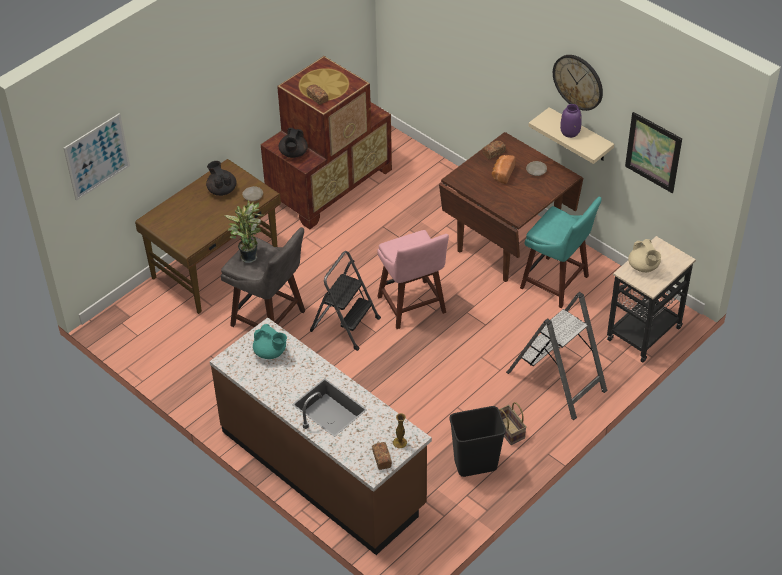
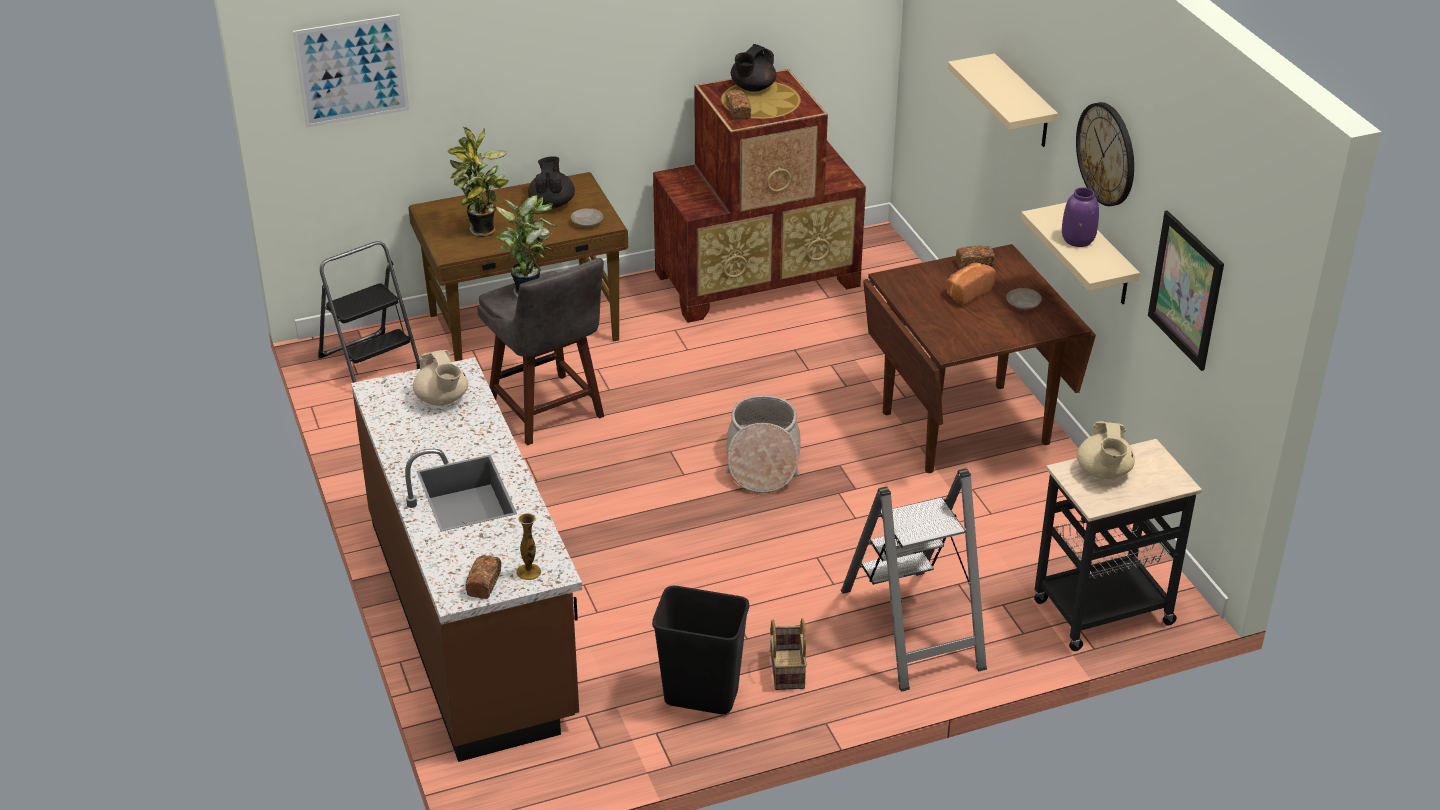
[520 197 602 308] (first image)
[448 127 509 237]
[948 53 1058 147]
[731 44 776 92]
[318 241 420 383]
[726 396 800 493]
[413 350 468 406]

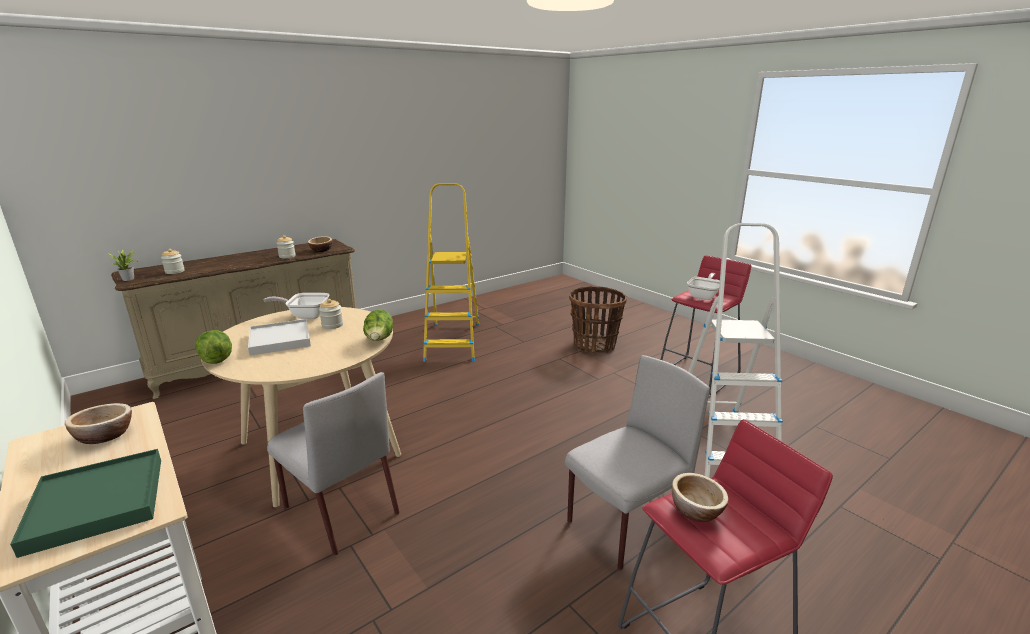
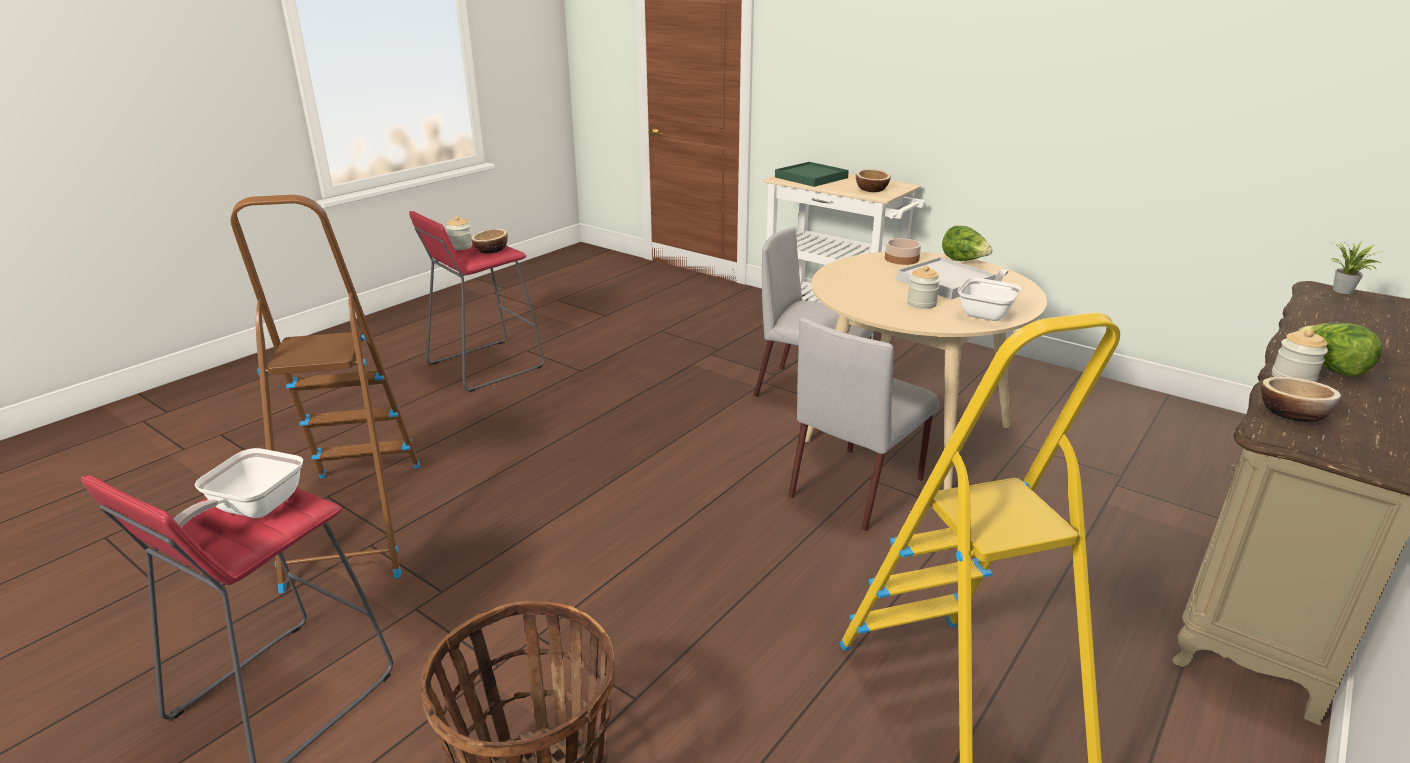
[885 238 921 265]
[446 216 472 250]
[1298 323 1383 377]
[789 318 939 531]
[231 195 420 593]
[958 269 1022 321]

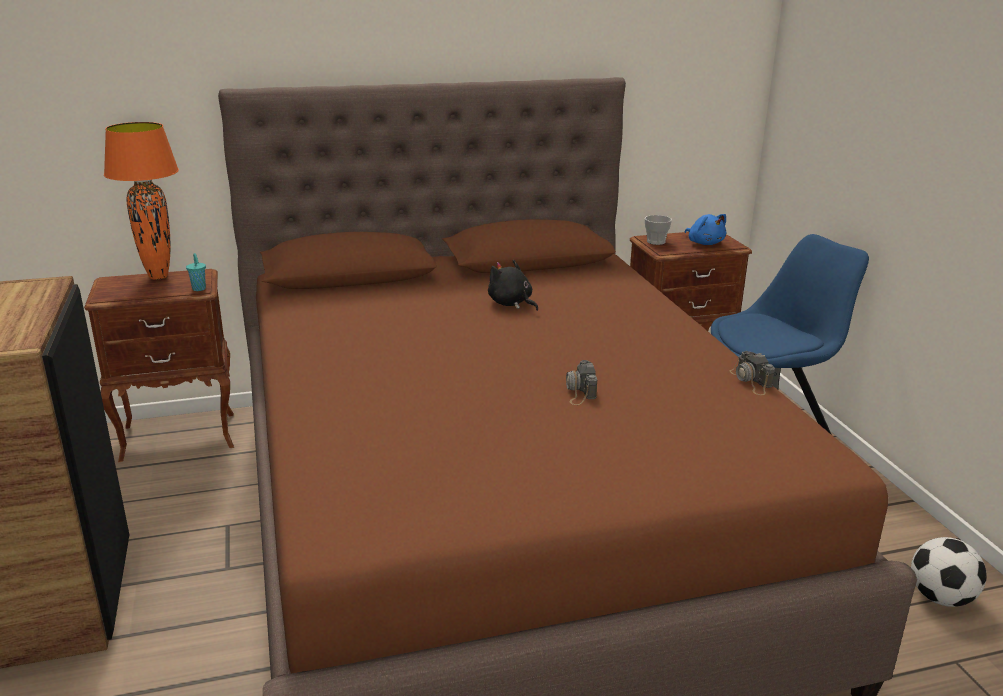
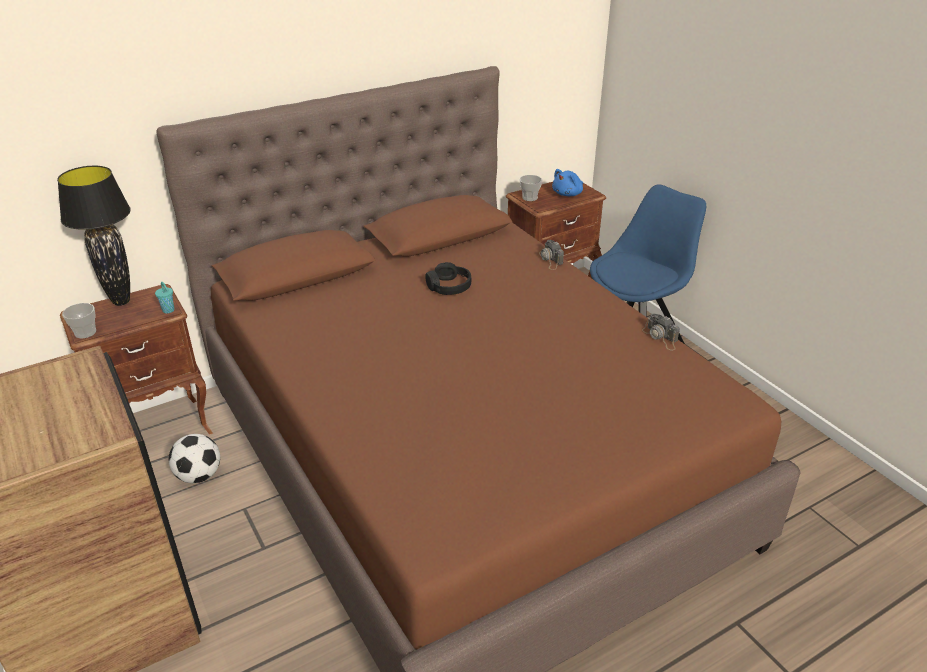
[62 303 96 338]
[539 240 564 270]
[169 434 220 483]
[425 262 471 295]
[57 166 131 306]
[552 169 583 196]

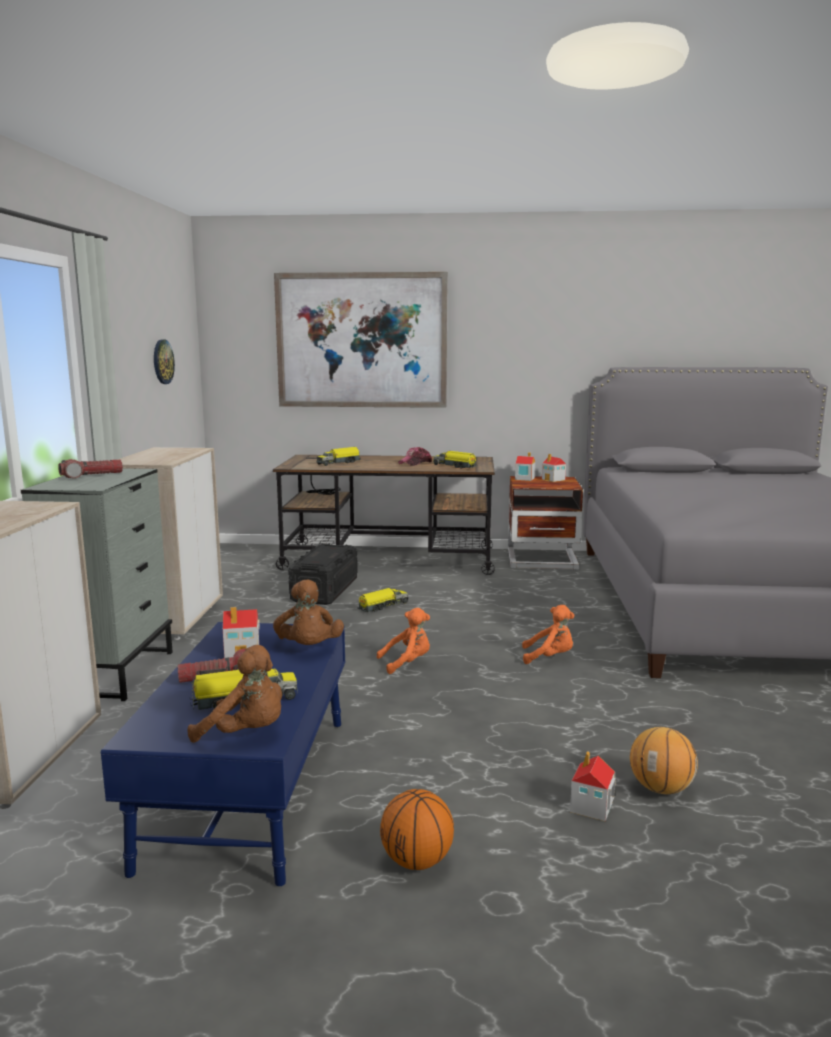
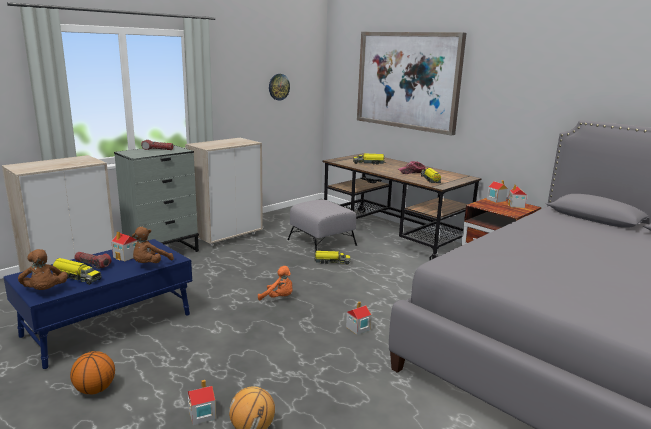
[287 200 357 251]
[346 302 371 335]

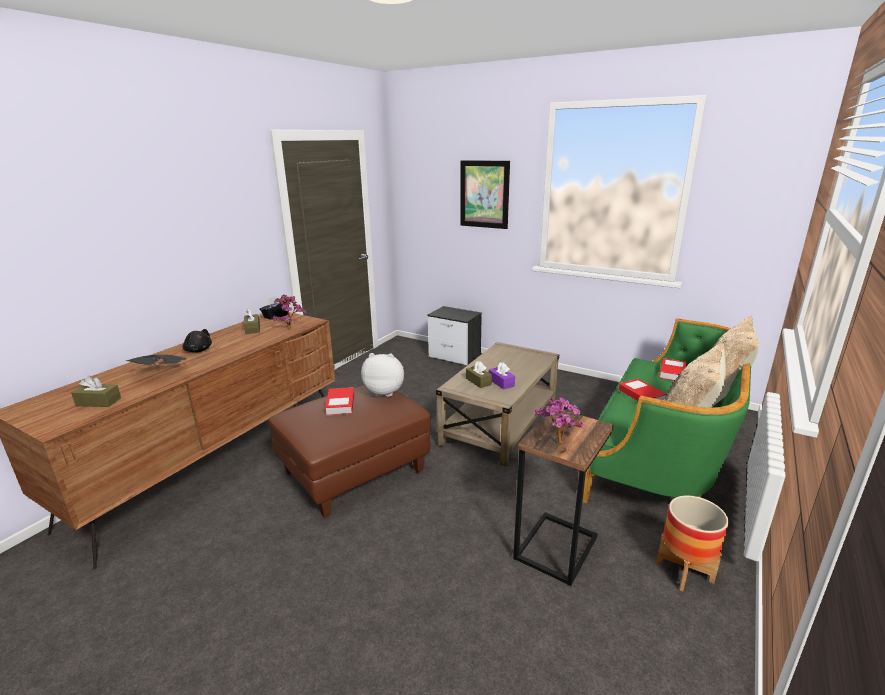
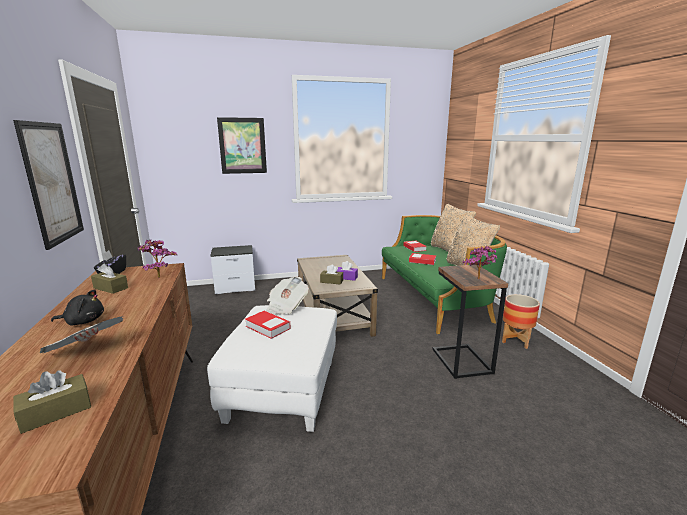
[13 120 84 250]
[266 276 309 315]
[207 305 337 432]

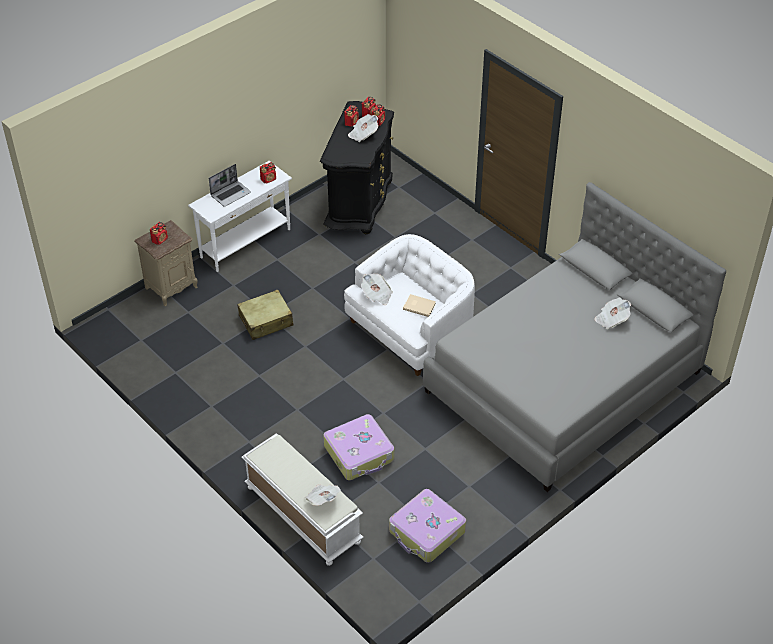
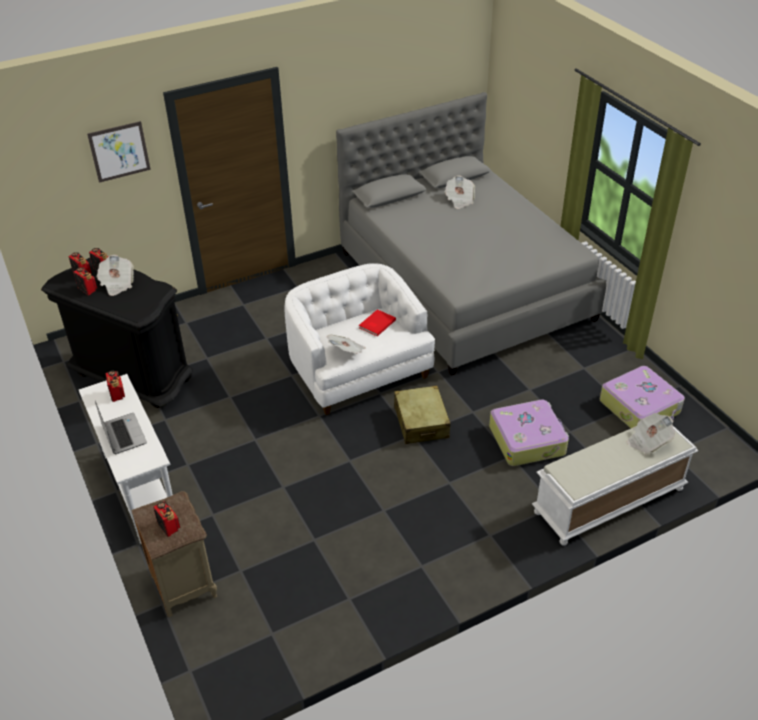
[87 121 151 183]
[394 385 451 444]
[359 309 396 336]

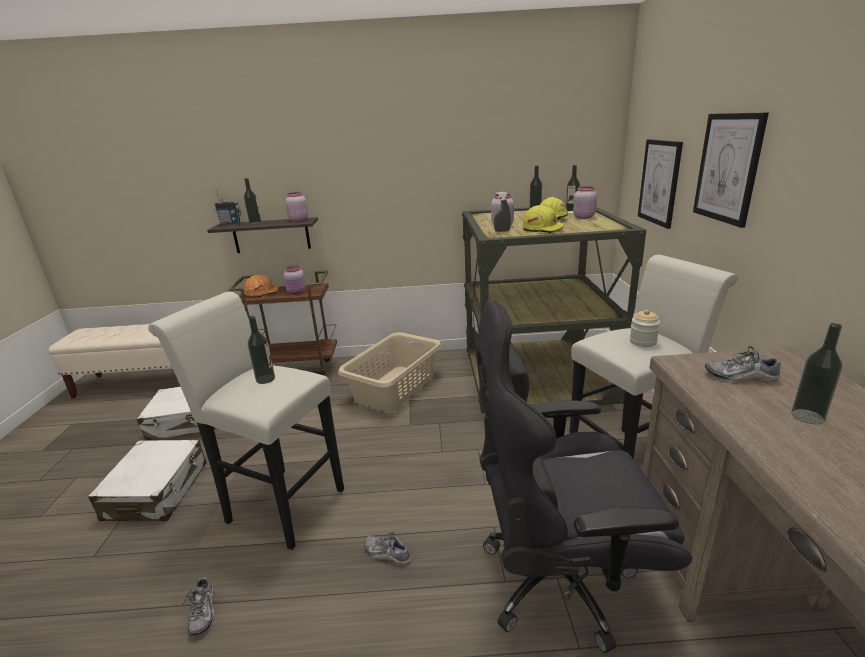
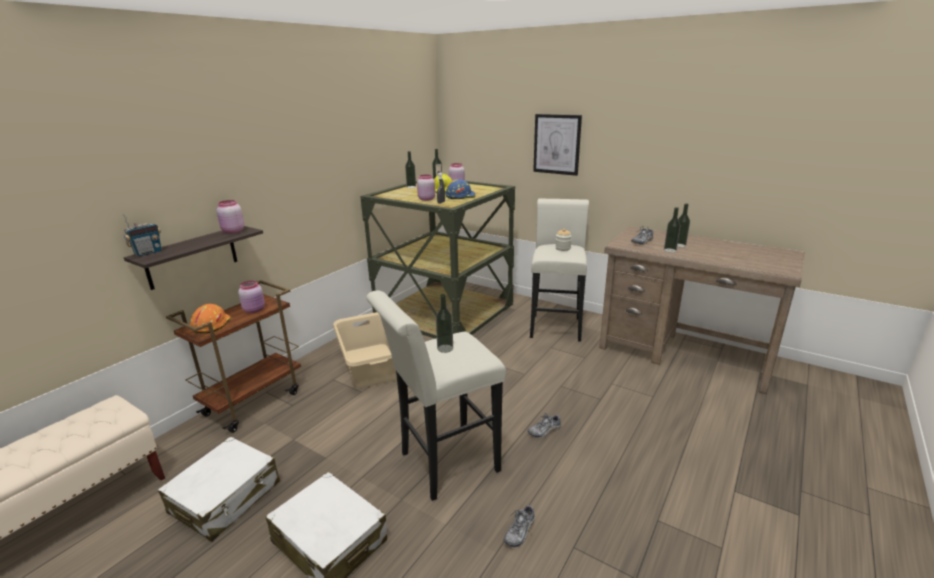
[476 300 692 653] (first image)
[638 139 683 229] (first image)
[664 207 680 252]
[445 179 476 200]
[503 505 535 547]

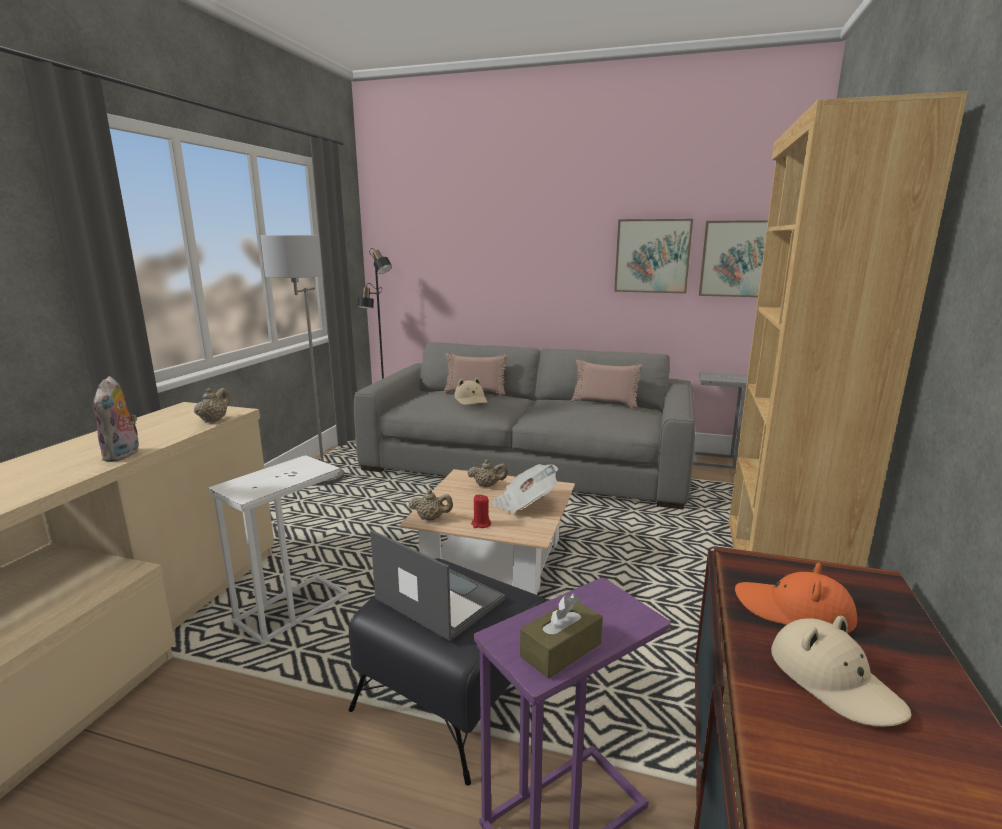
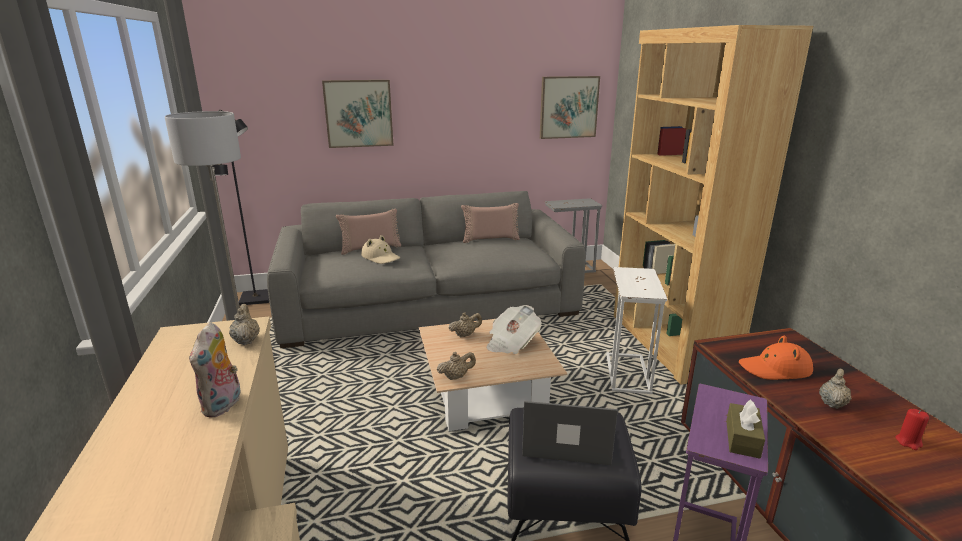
[606 267 667 394]
[895 409 929 450]
[322 80 394 148]
[819 369 851 409]
[189 322 242 417]

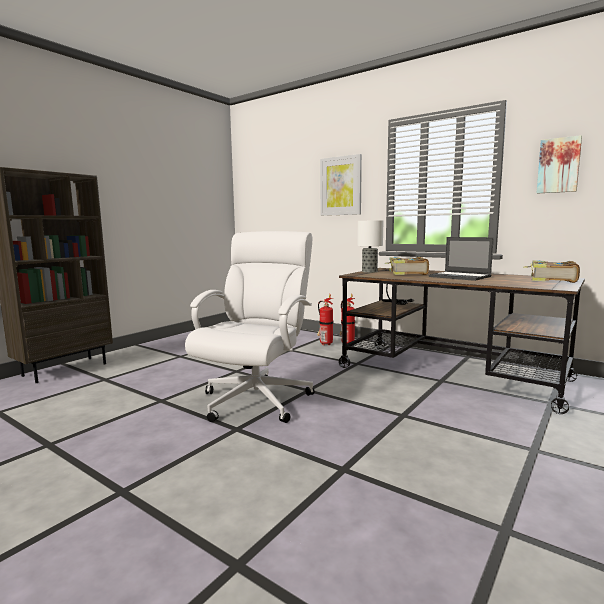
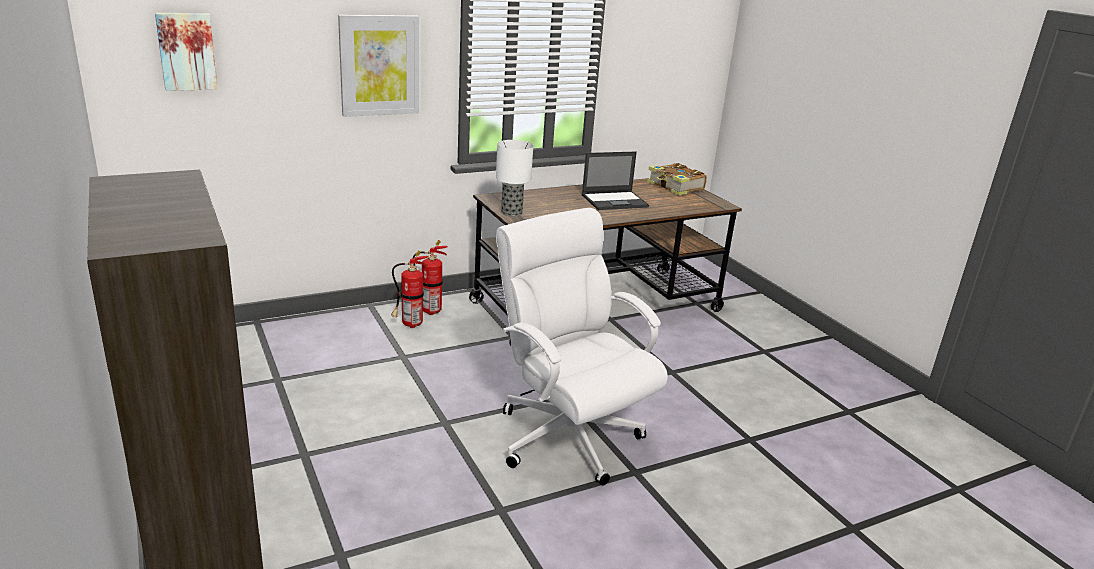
[385 257 429 275] (first image)
[155 13 218 91]

